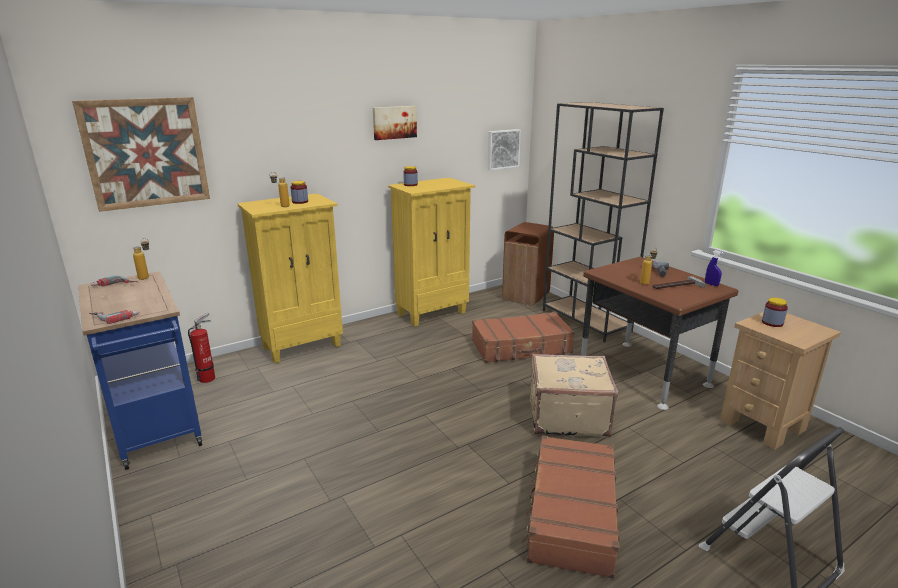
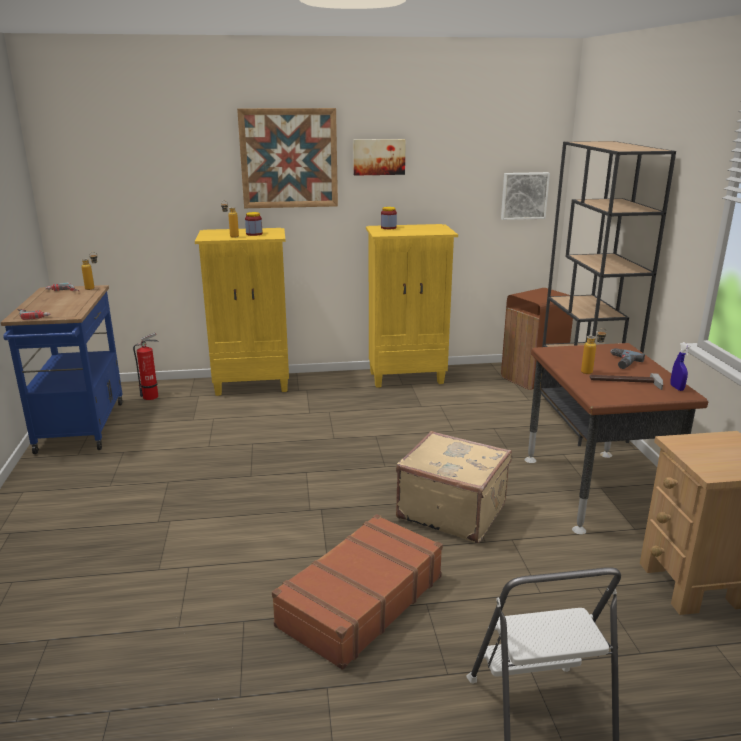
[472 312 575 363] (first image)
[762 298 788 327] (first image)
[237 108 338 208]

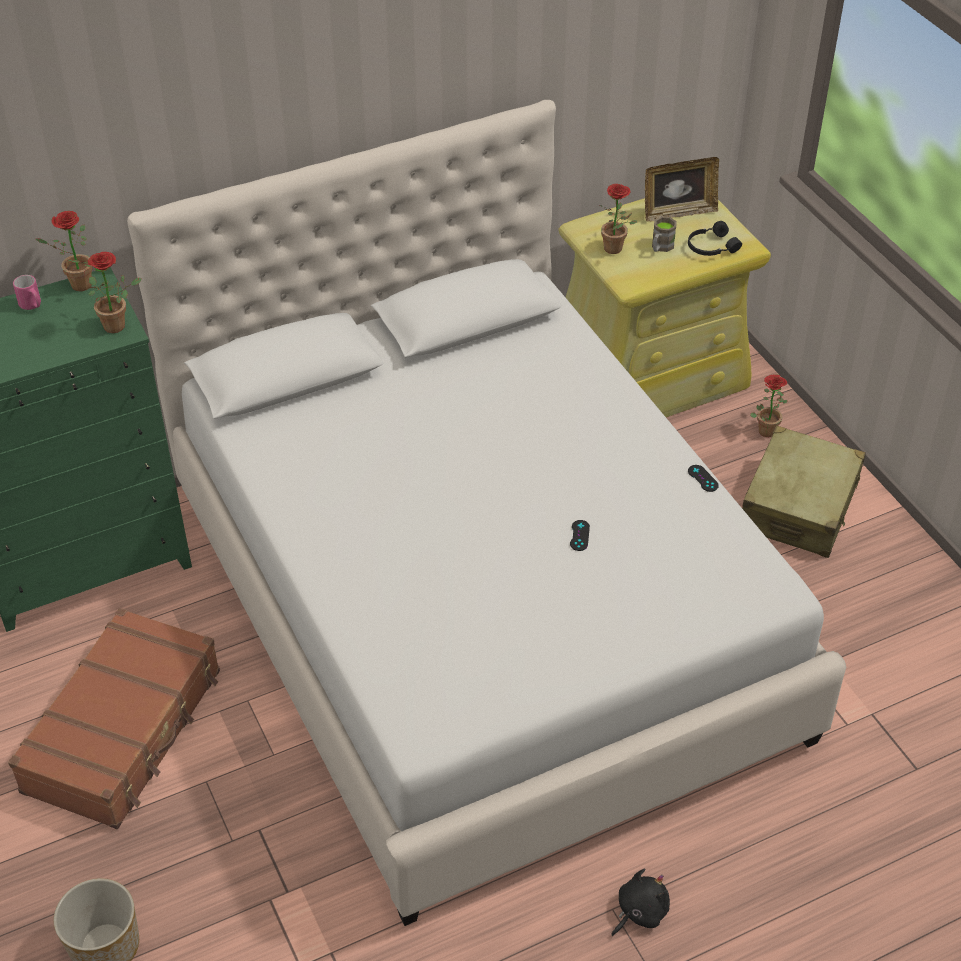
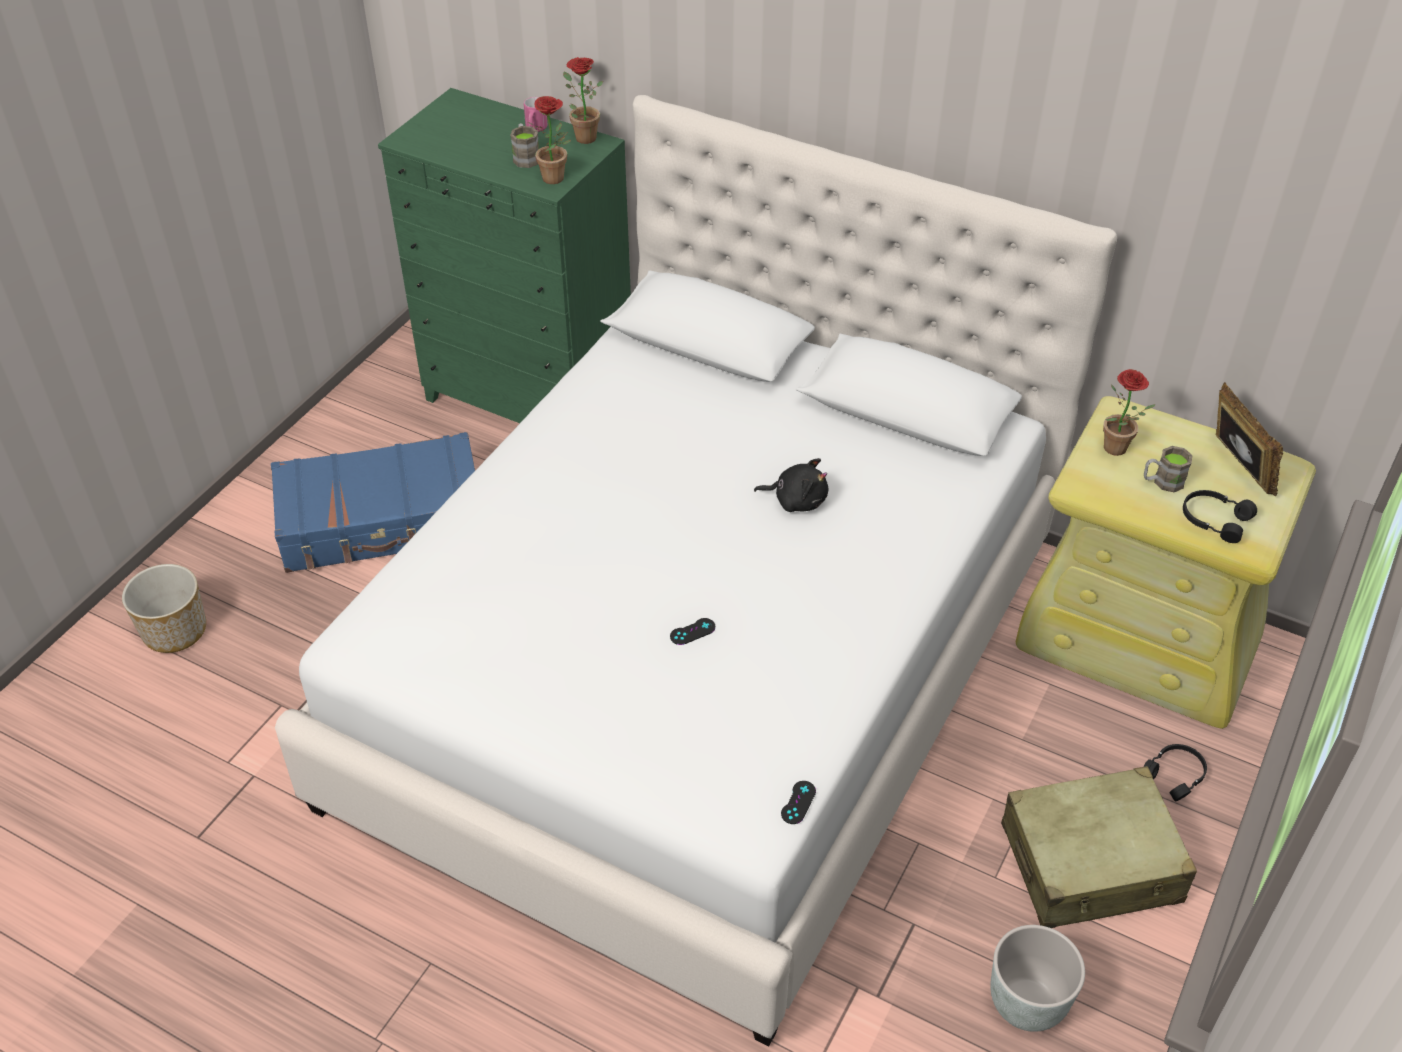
[510 123 539 168]
[990 925 1085 1032]
[754 458 828 512]
[781 781 816 824]
[1144 744 1207 802]
[271 432 475 573]
[1216 382 1283 496]

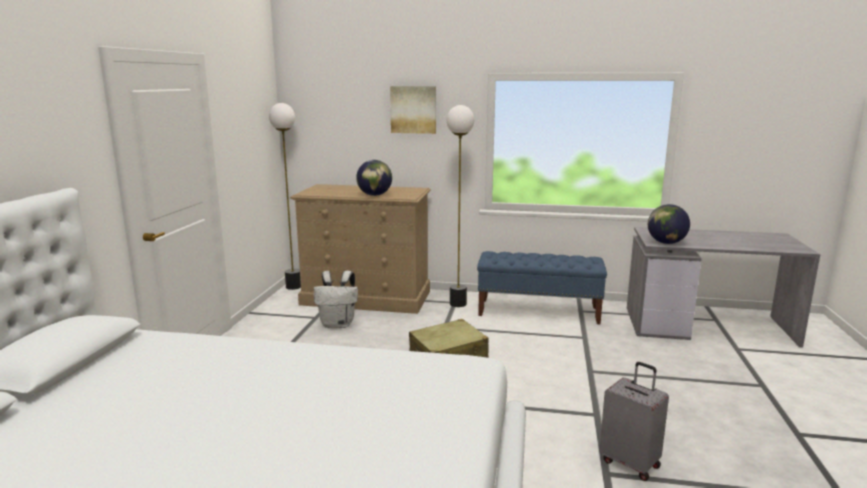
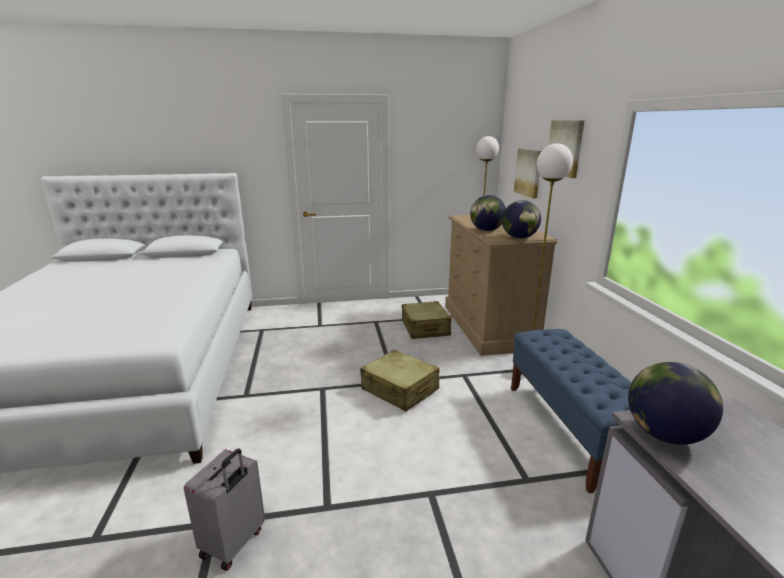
[502 200 541 239]
[514 148 541 198]
[402 301 451 339]

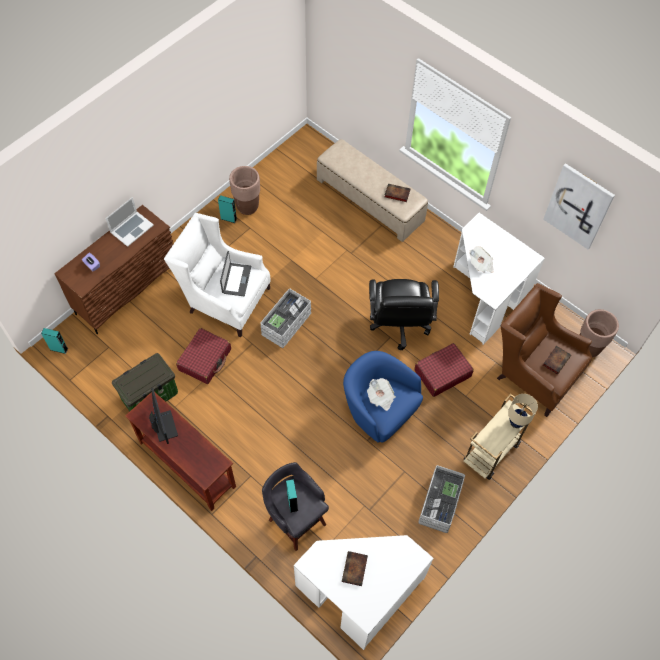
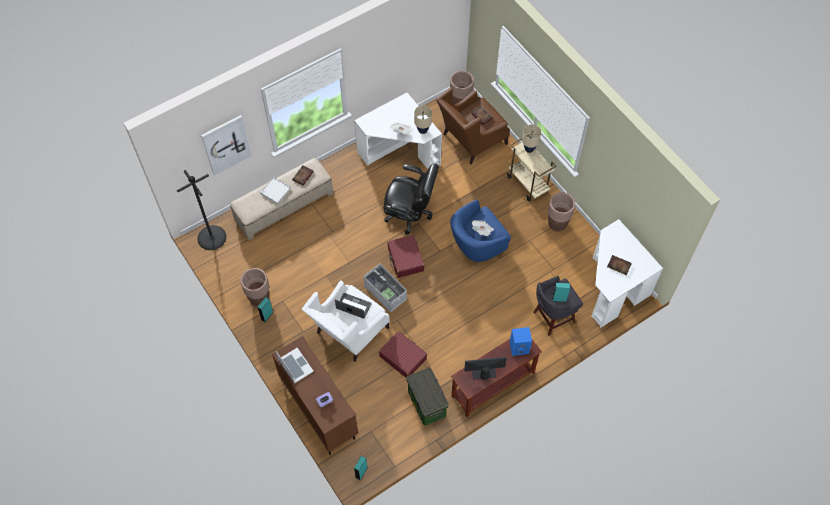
[177 170 226 250]
[260 177 291 204]
[414 105 432 134]
[510 327 532 356]
[387 235 424 278]
[201 115 252 175]
[548 192 575 232]

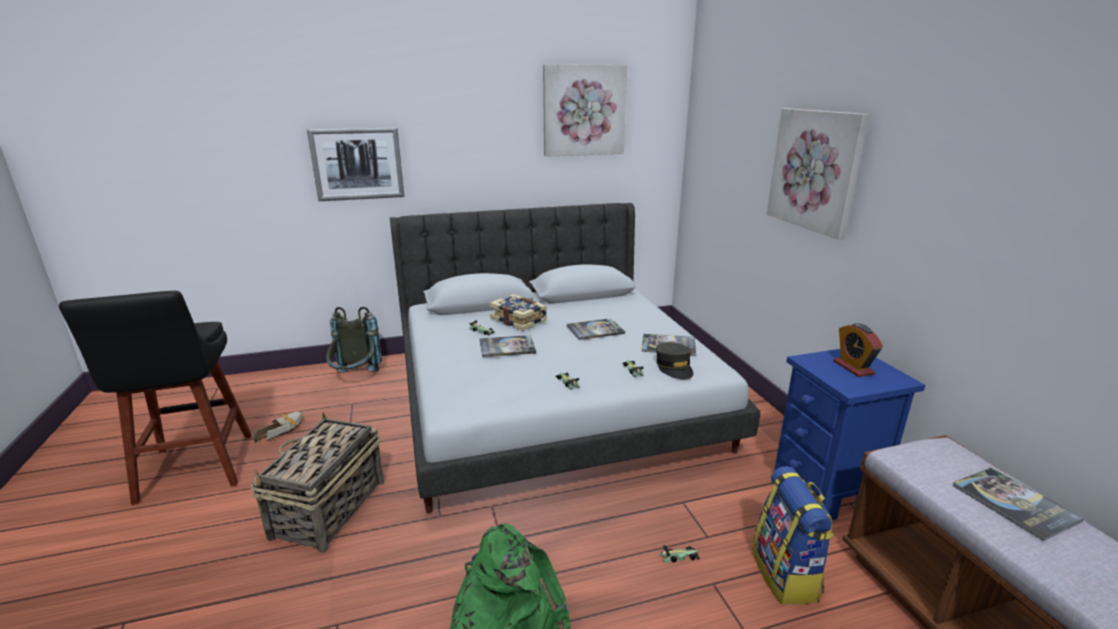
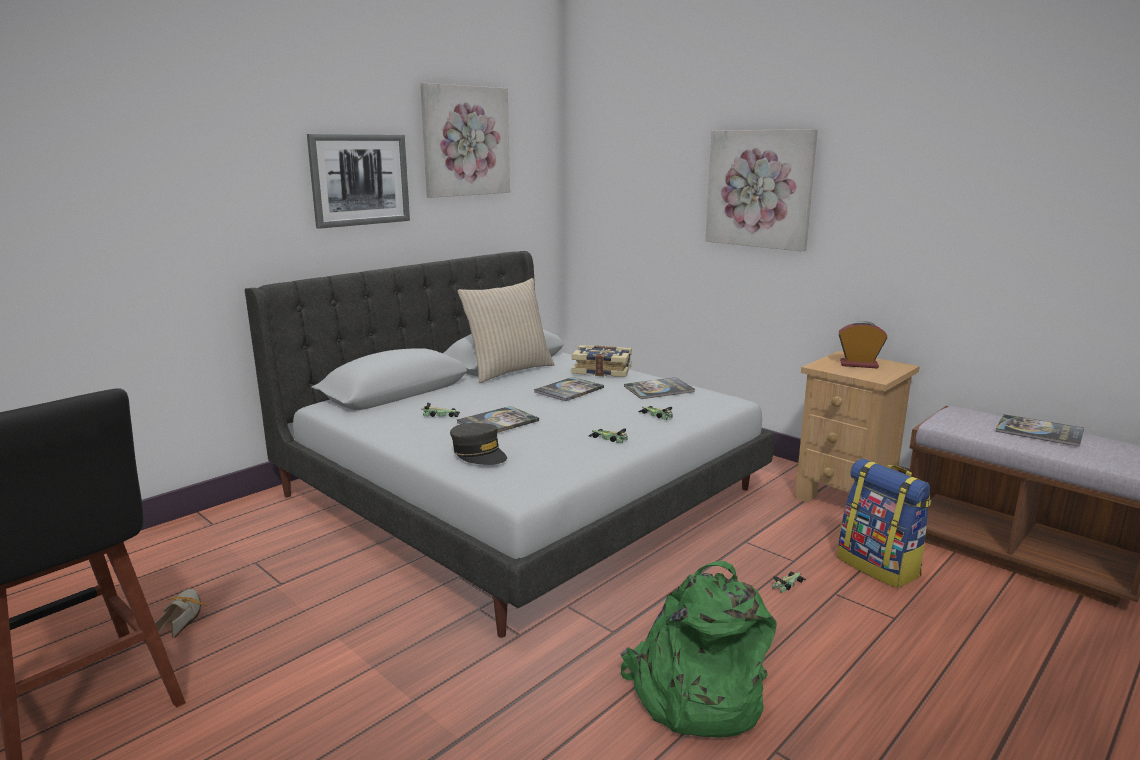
[251 412 384 553] (first image)
[326 307 382 373] (first image)
[458 278 555 383]
[307 134 410 229]
[571 345 632 377]
[450 423 507 465]
[795 351 920 503]
[838 321 887 369]

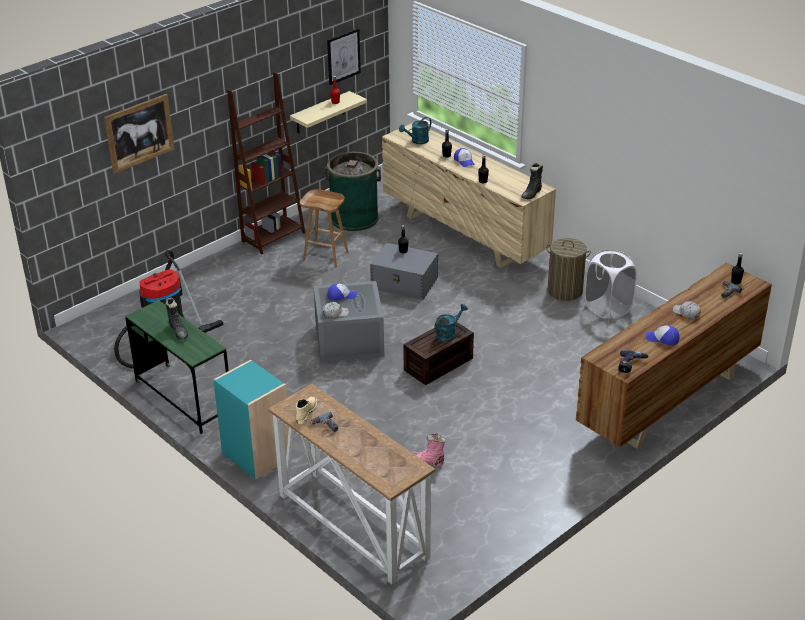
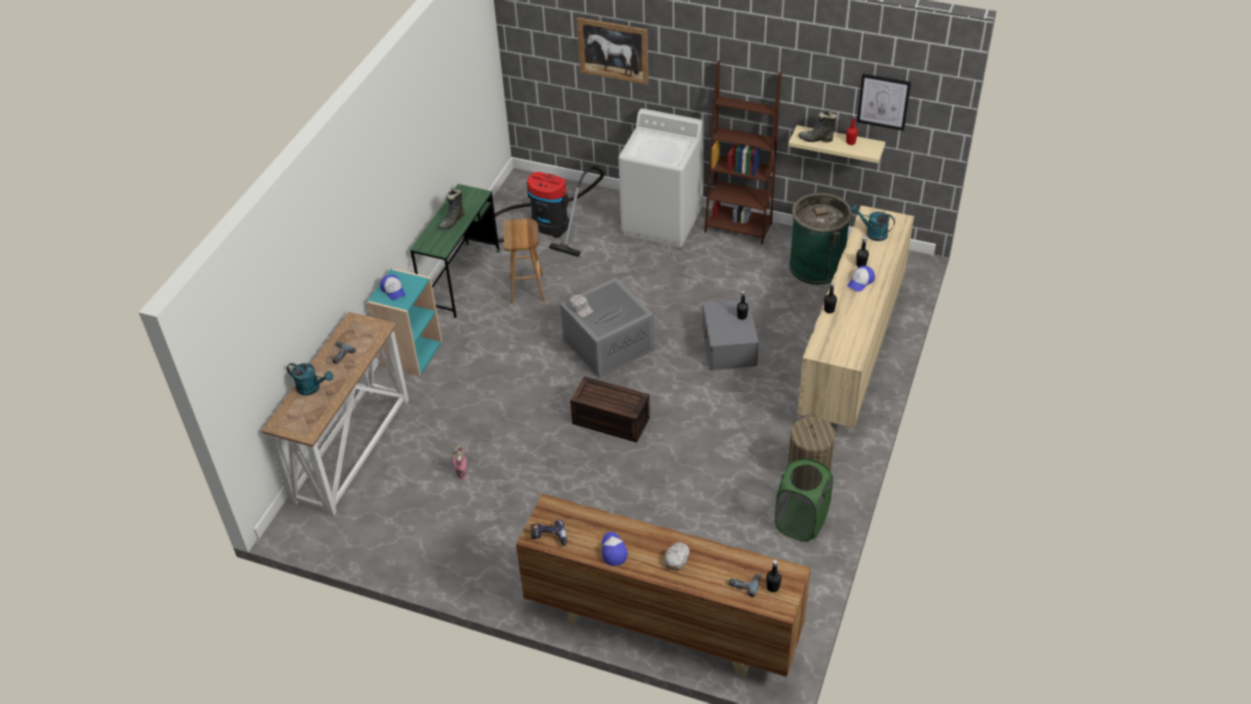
[296 397 317 424] (first image)
[618 108 704 247]
[503 219 545 304]
[380 275 405 301]
[287 363 333 396]
[799 111 836 142]
[775 458 833 542]

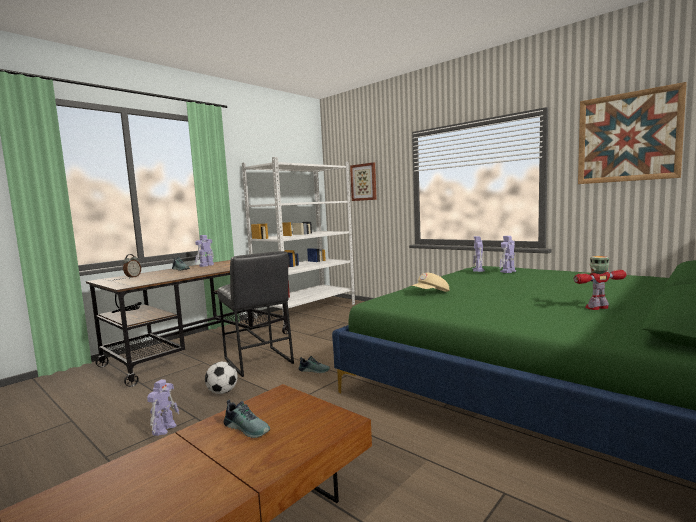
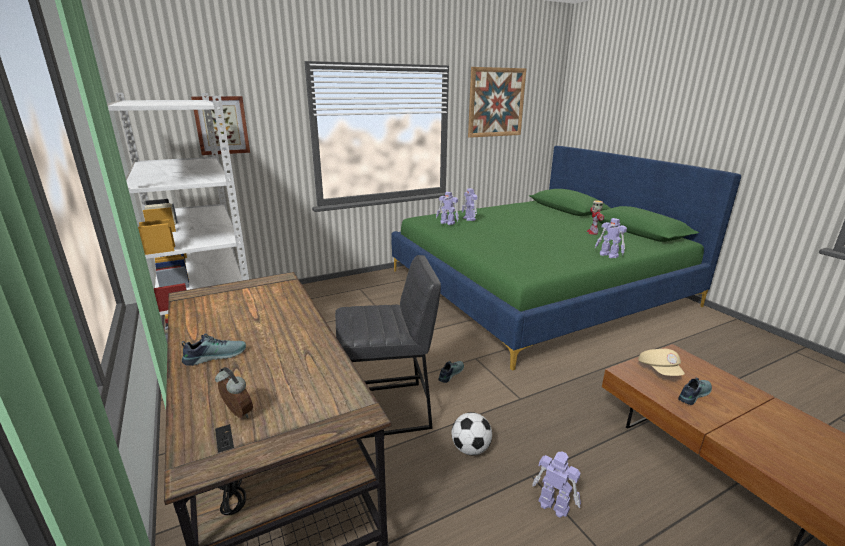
[595 218 627 258]
[638 349 685 376]

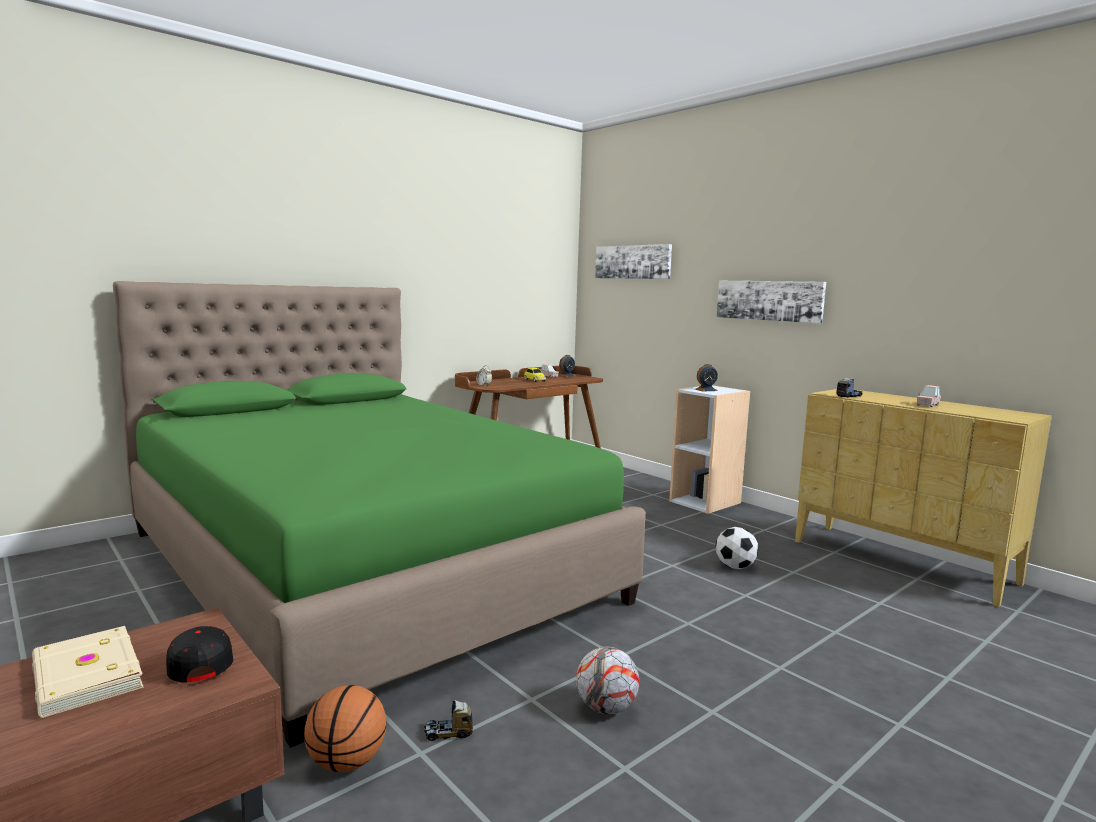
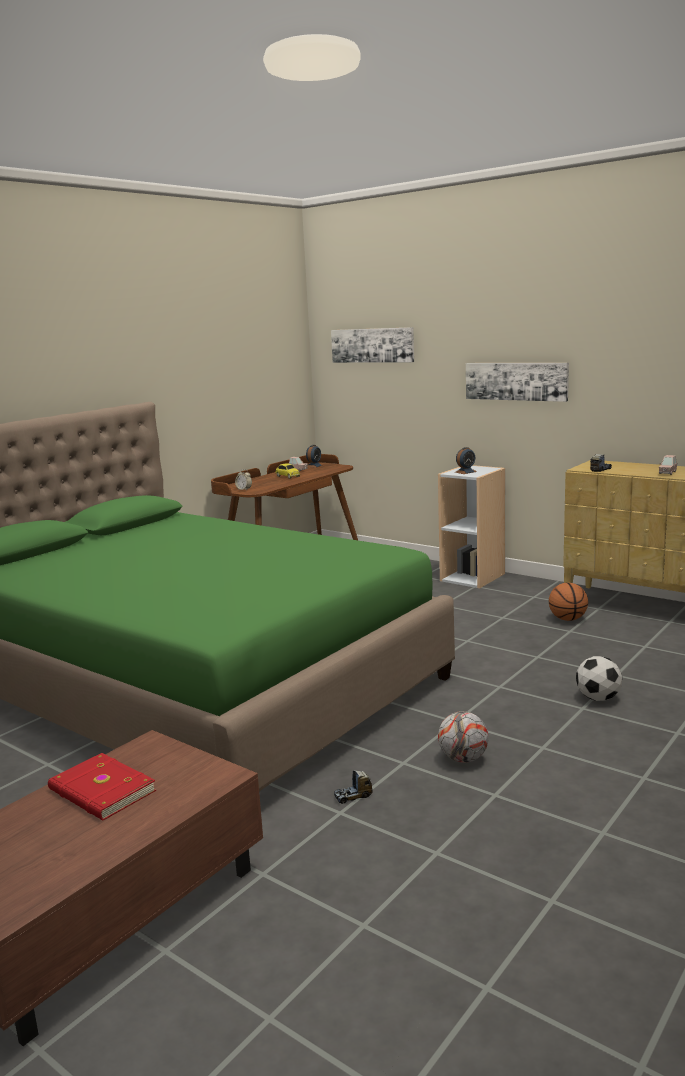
[166 626 233 683] (first image)
[549 583 588 621]
[576 656 622 701]
[48 753 157 820]

